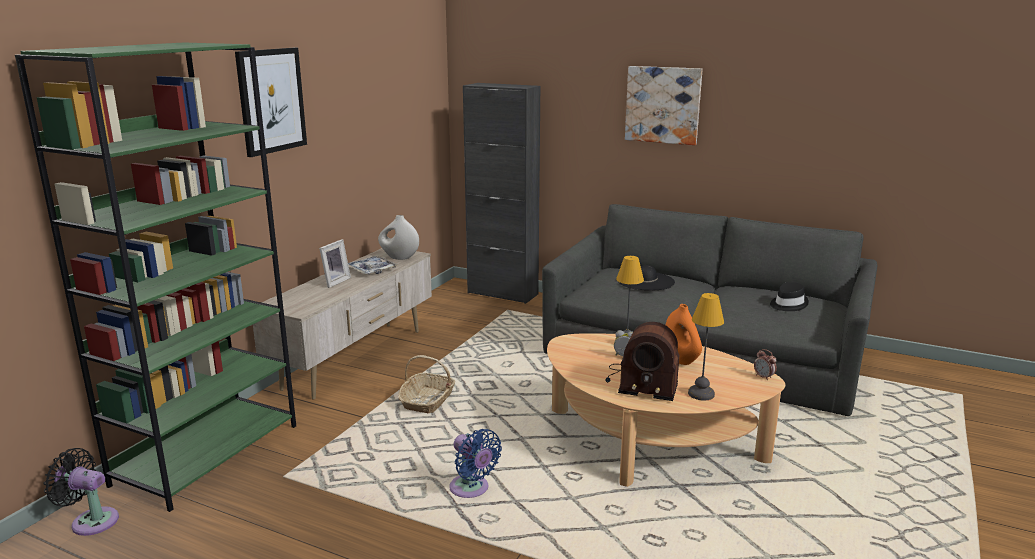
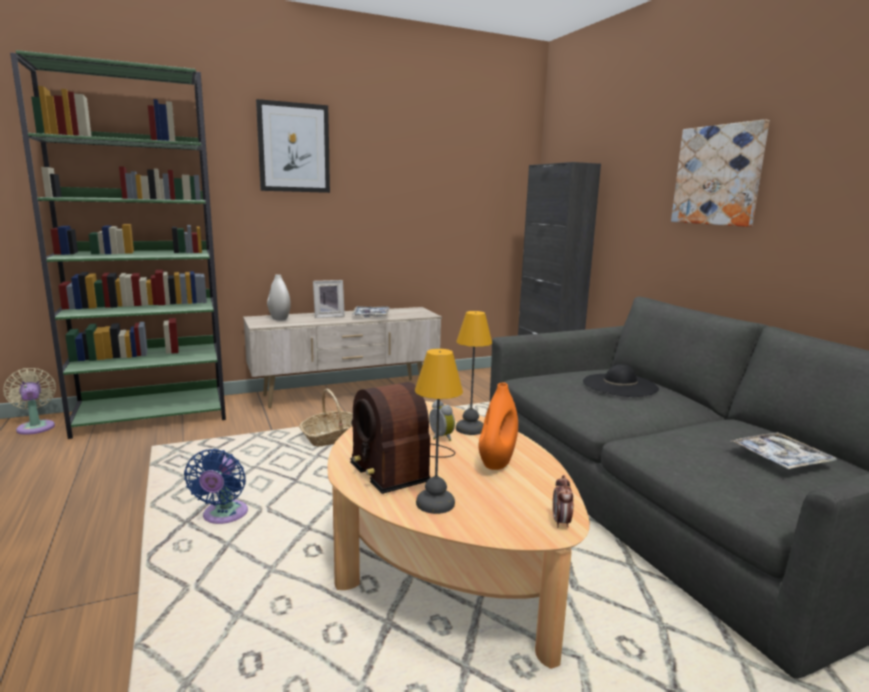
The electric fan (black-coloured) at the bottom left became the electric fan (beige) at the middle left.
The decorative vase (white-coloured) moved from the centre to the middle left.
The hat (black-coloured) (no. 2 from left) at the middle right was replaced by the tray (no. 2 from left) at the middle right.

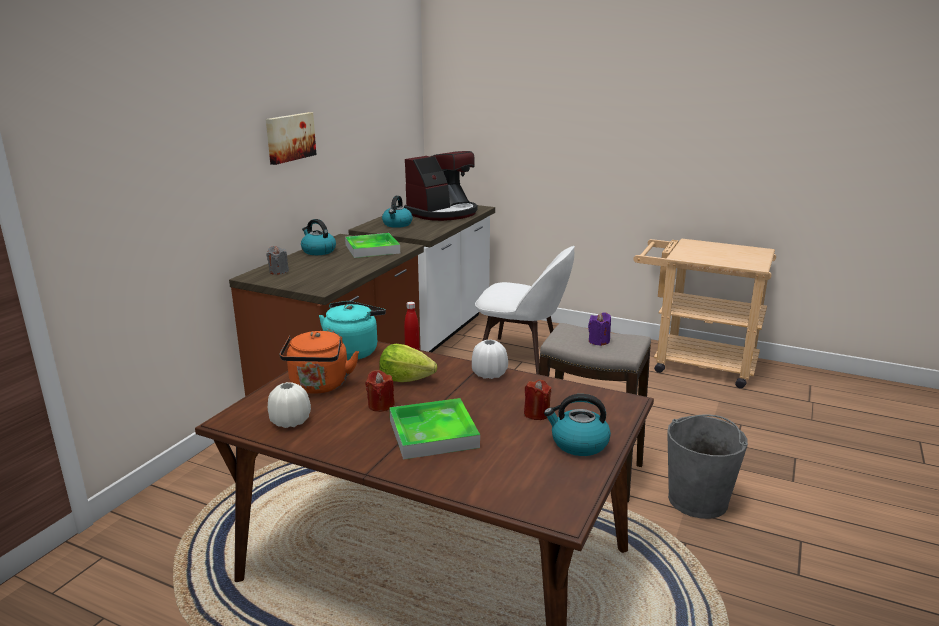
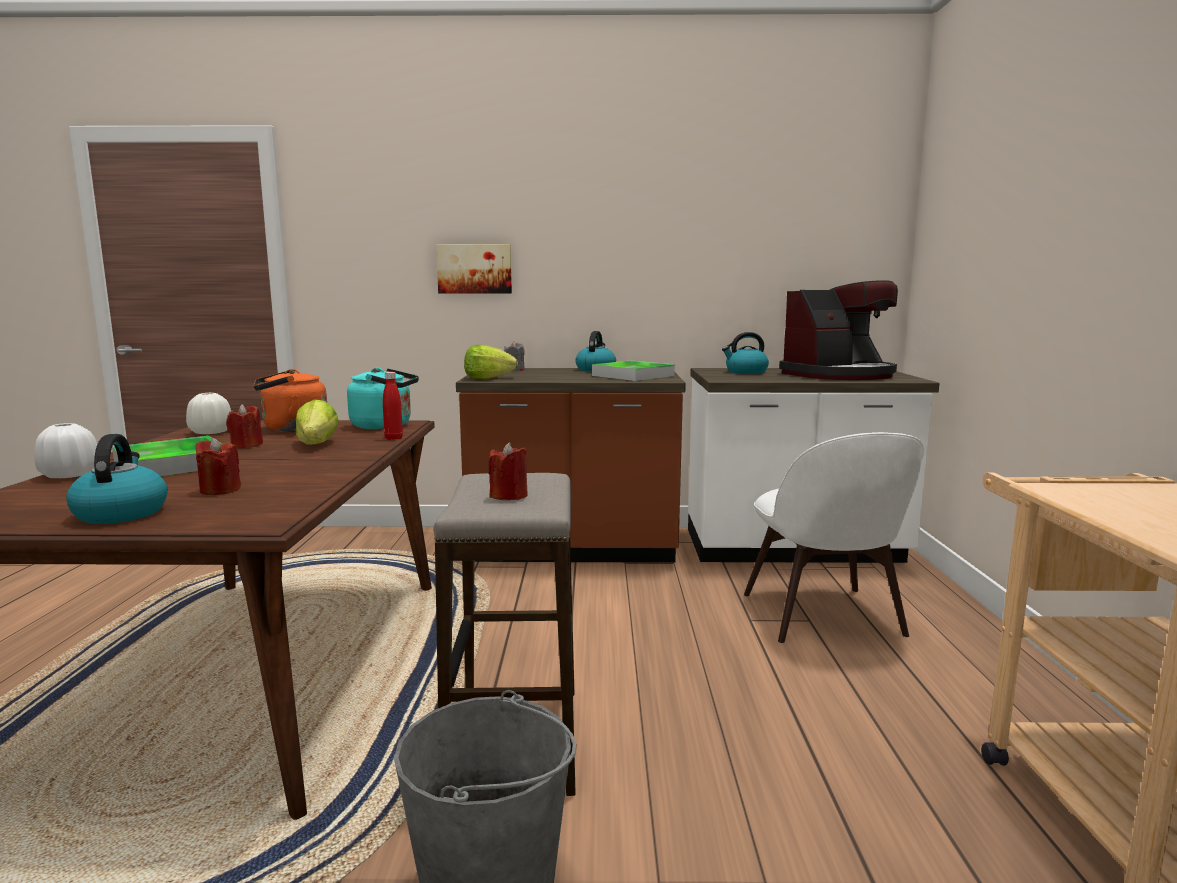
The wall picture moved from the top left to the top centre.
The coffee maker at the top centre turned 45 degrees counterclockwise.
The decorative vase (white-coloured) (no. 2 from left in the first image) moved from the centre to the middle left.
The candle (purplish) at the centre became the candle (red) (no. 3 from left) at the centre.
The head of lettuce (no. 2 from left) at the centre appeared.

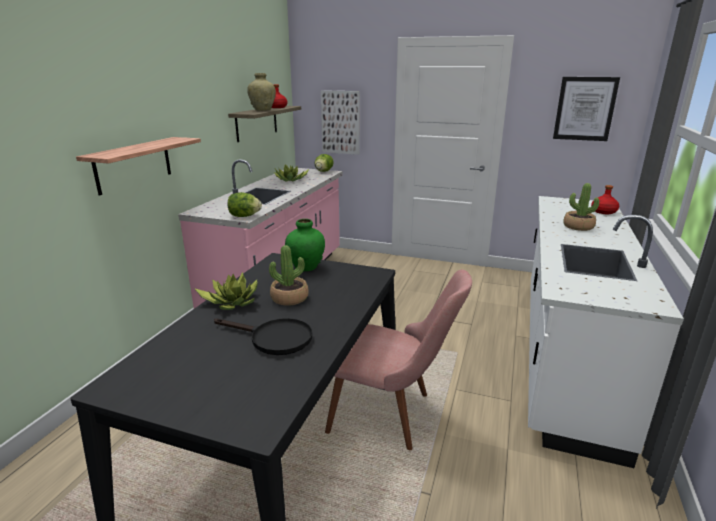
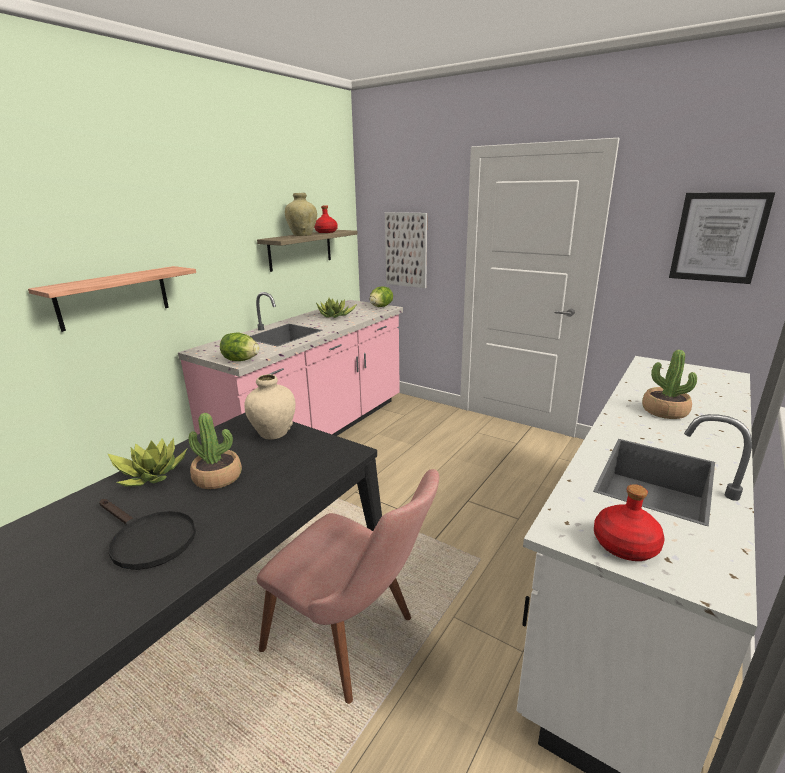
The decorative vase (green) at the centre became the decorative vase (beige) (no. 1 from left) at the centre.
The beverage bottle (red) (no. 2 from left) moved from the middle right to the bottom right.

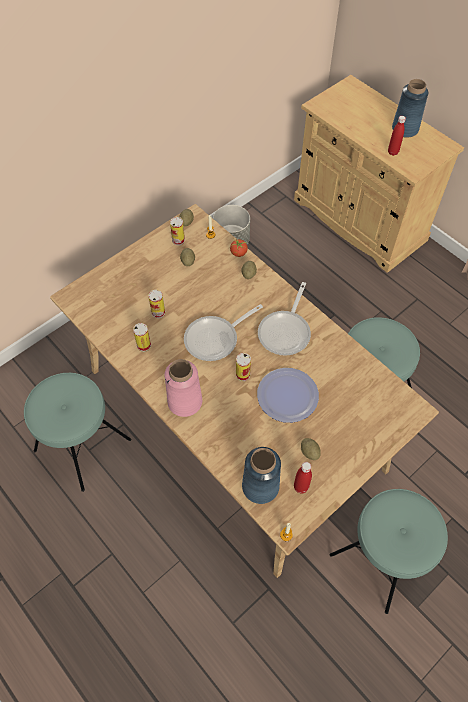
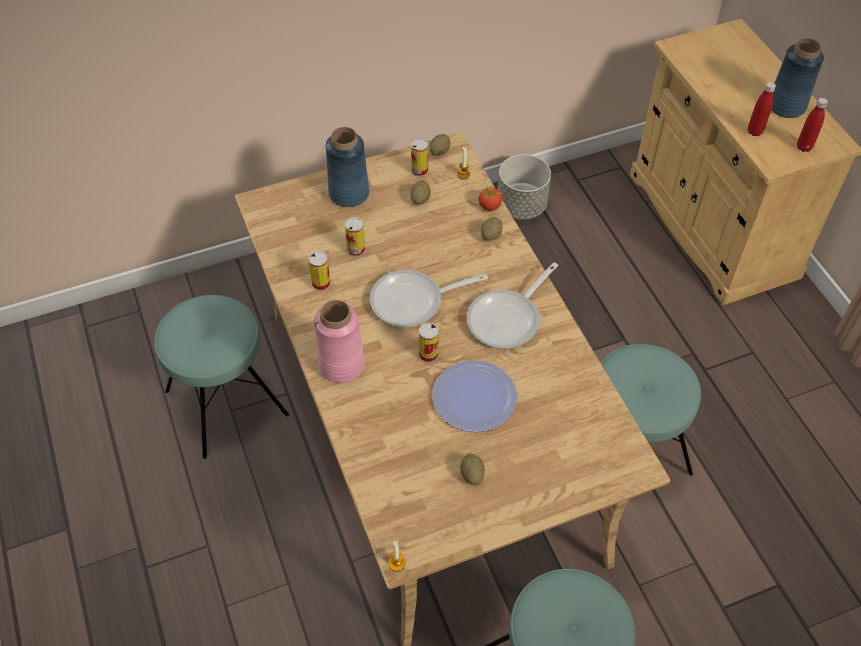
The decorative vase (blue-coloured) (no. 1 from left) moved from the bottom centre to the top centre.
The beverage bottle (red) (no. 1 from left in the first image) moved from the bottom centre to the top right.

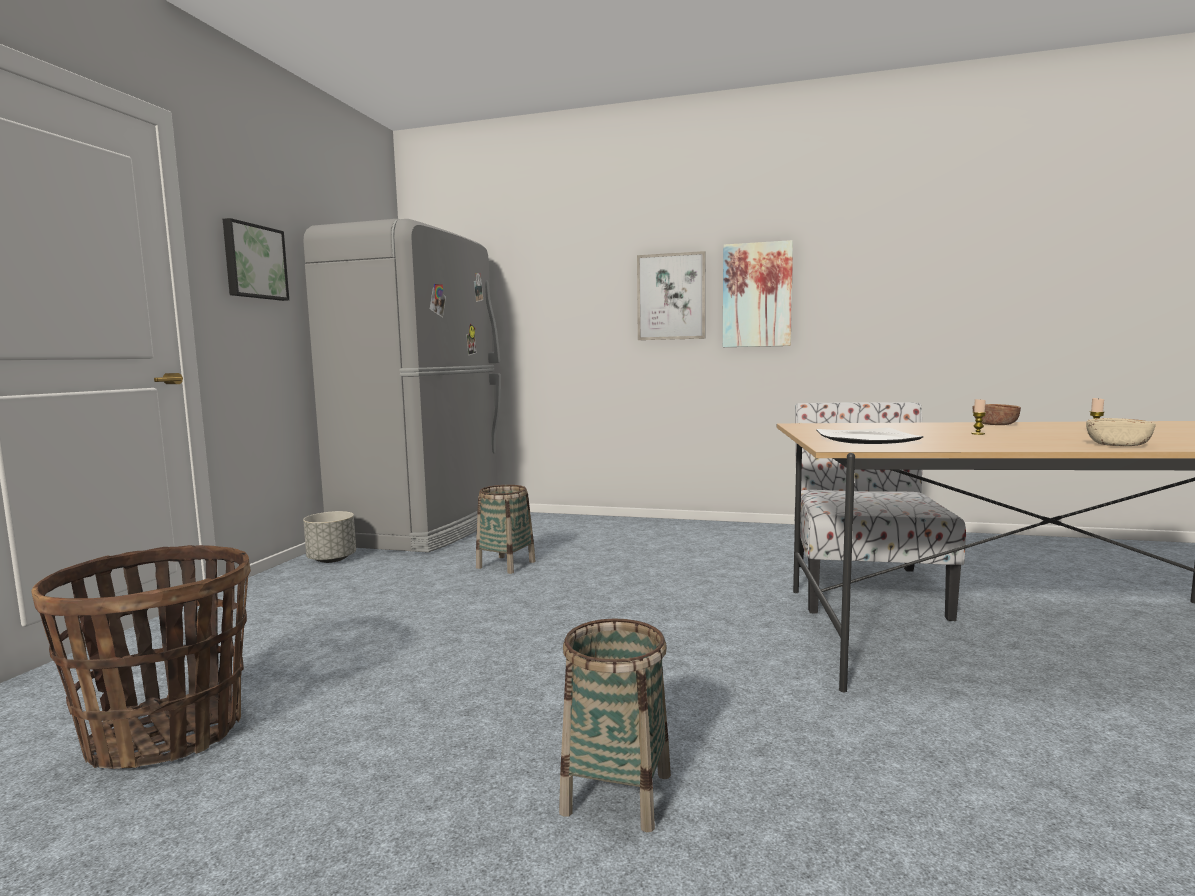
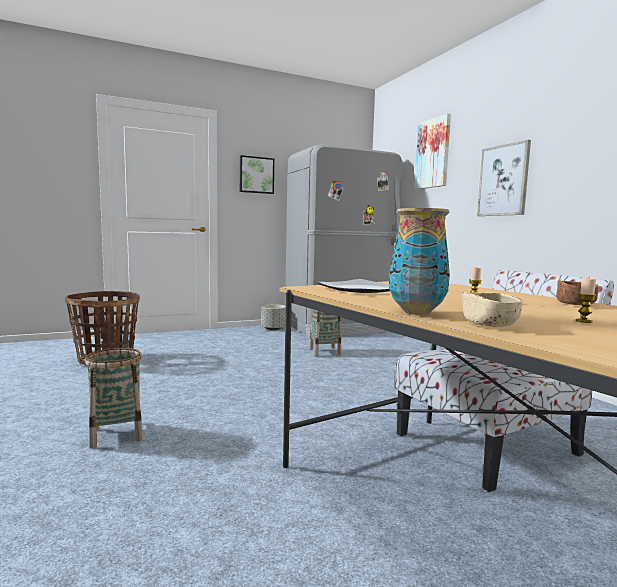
The wall picture (no. 3 from left in the first image) moved from the top centre to the top right.
The decorative vase at the middle right appeared.

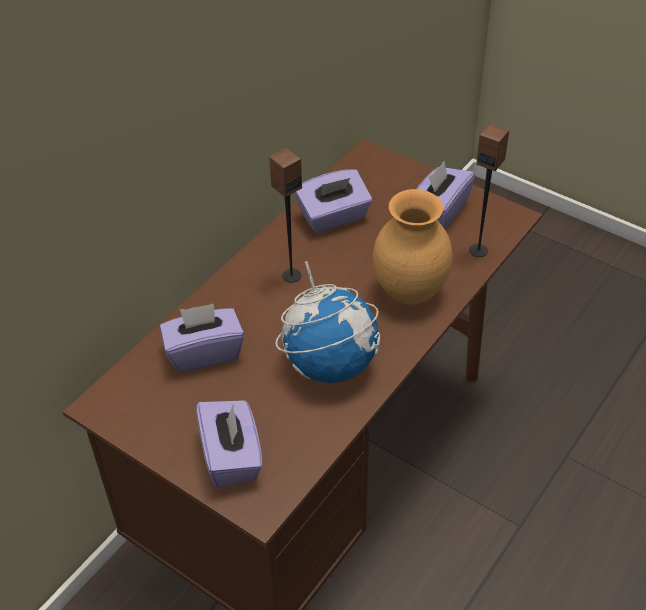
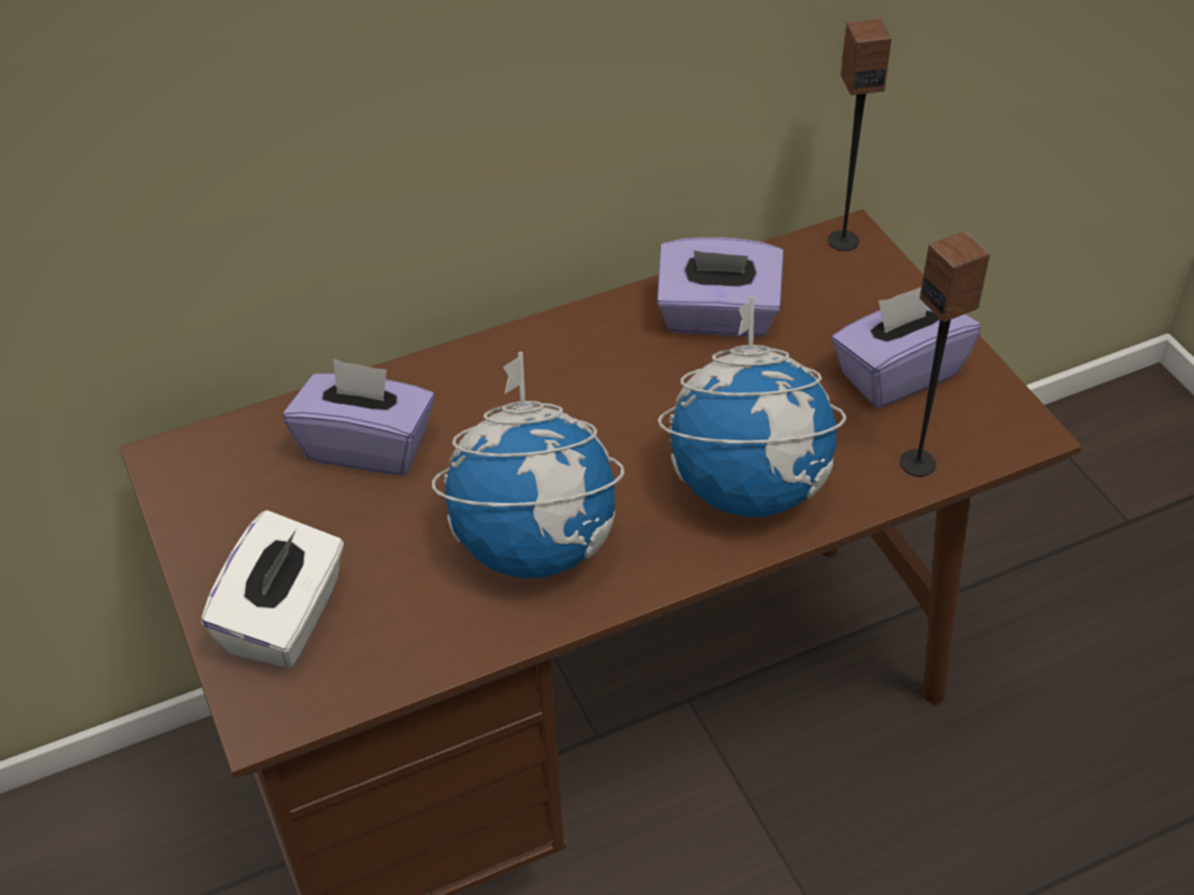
The box of tissues (purplish) (no. 2 from left) at the bottom centre became the box of tissues (white-coloured) at the middle left.
The speaker (no. 1 from left) moved from the centre to the top right.
The decorative vase (brown-coloured) at the centre was replaced by the globe (no. 2 from left) at the centre.

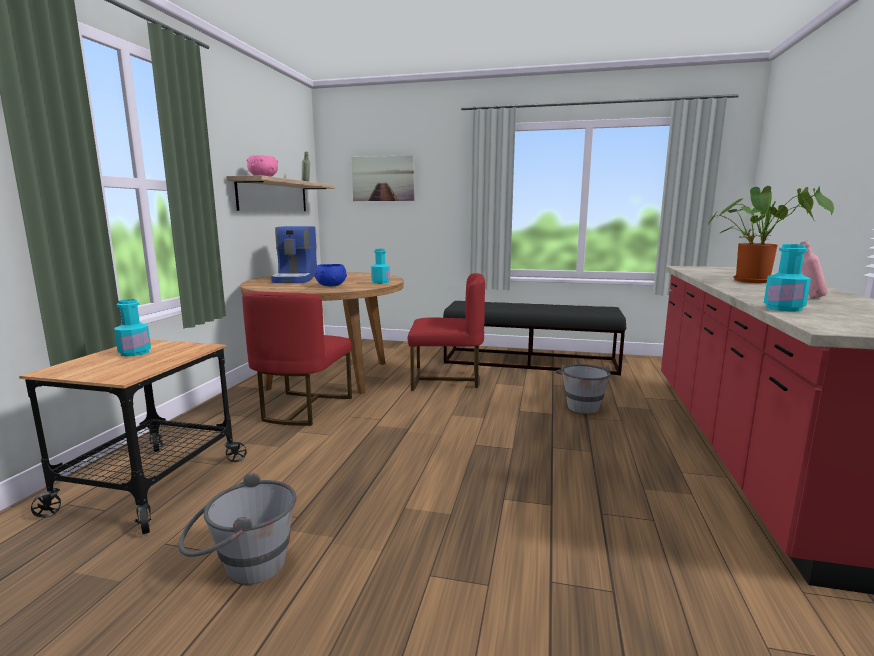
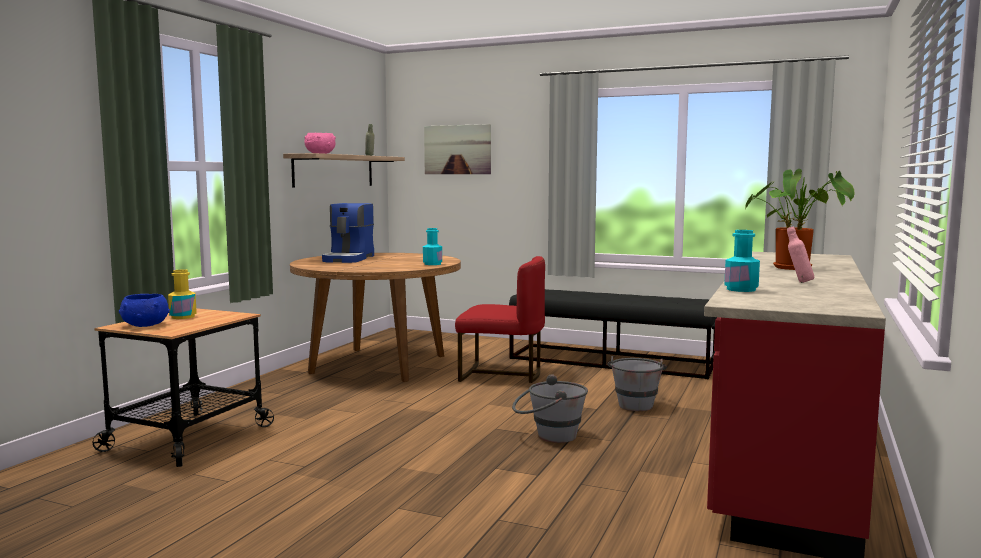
The beverage bottle (turquoise) (no. 1 from left) at the middle left became the beverage bottle (yellowish) at the middle left.
The bucket (greyish) (no. 1 from left) moved from the bottom left to the bottom centre.
The chair (red) (no. 1 from left) at the centre disappeared.
The deep dish (blue-coloured) moved from the centre to the middle left.

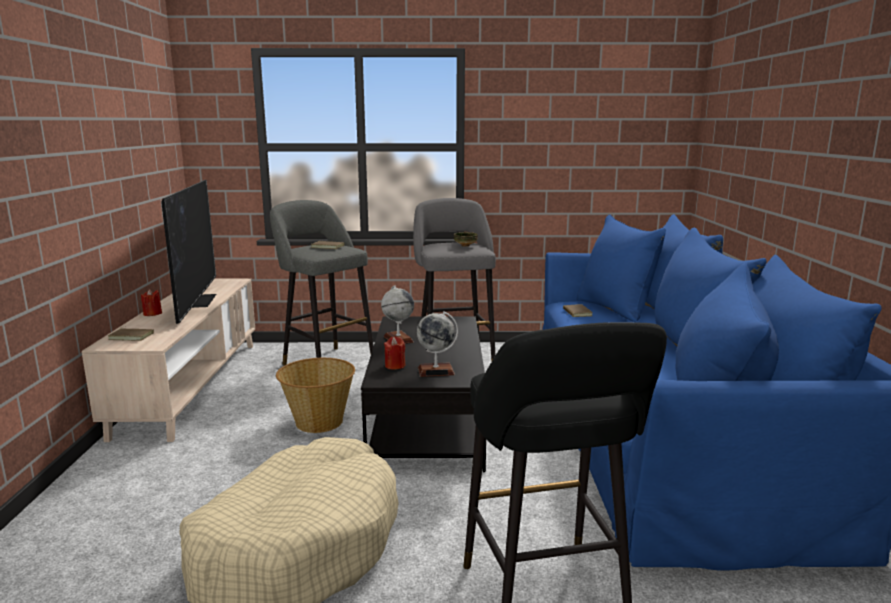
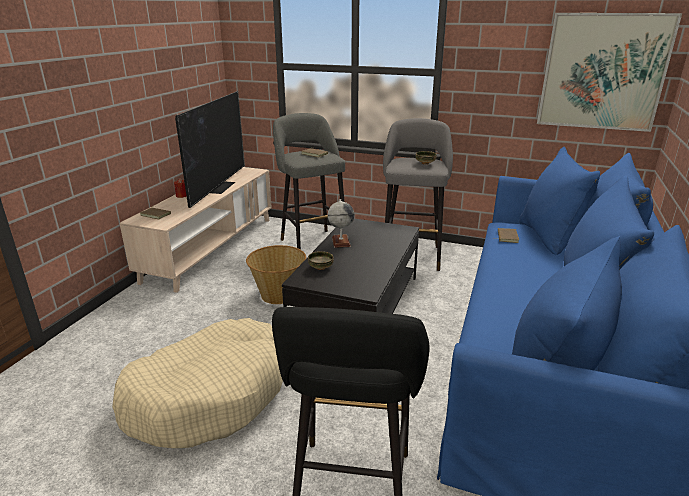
The candle (red) (no. 2 from left) at the centre was replaced by the deep dish (no. 1 from left) at the centre.
The globe (no. 2 from left) at the centre disappeared.
The wall picture at the top right appeared.

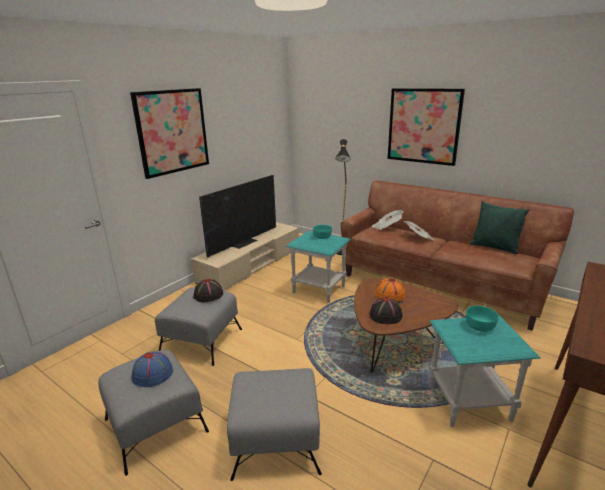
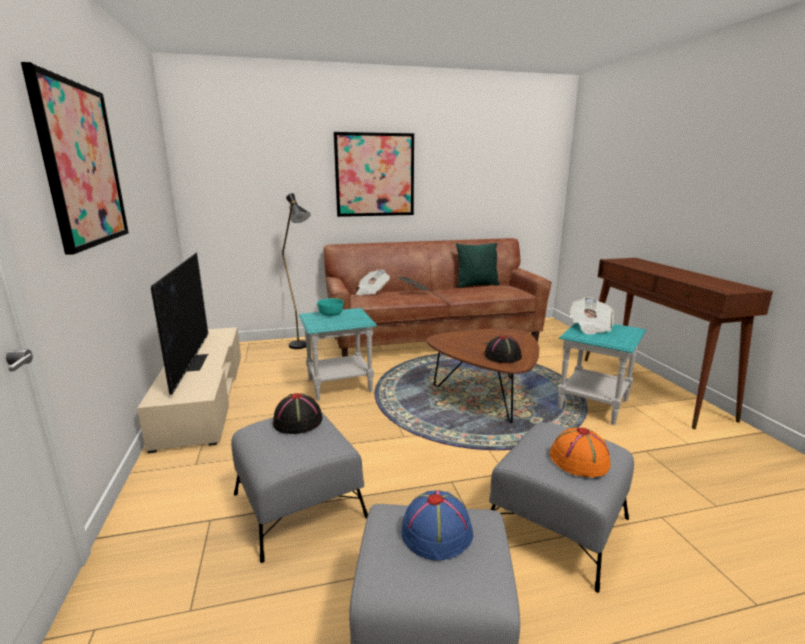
The hat (orange) moved from the centre to the bottom right.
The deep dish (turquoise) (no. 2 from left) at the middle right was replaced by the printed paper (no. 3 from left) at the middle right.

